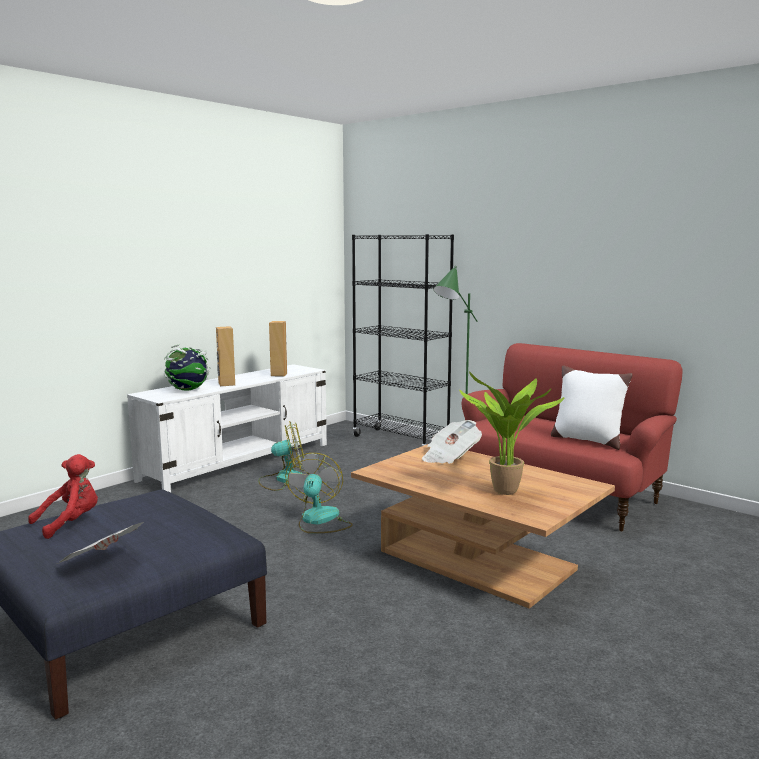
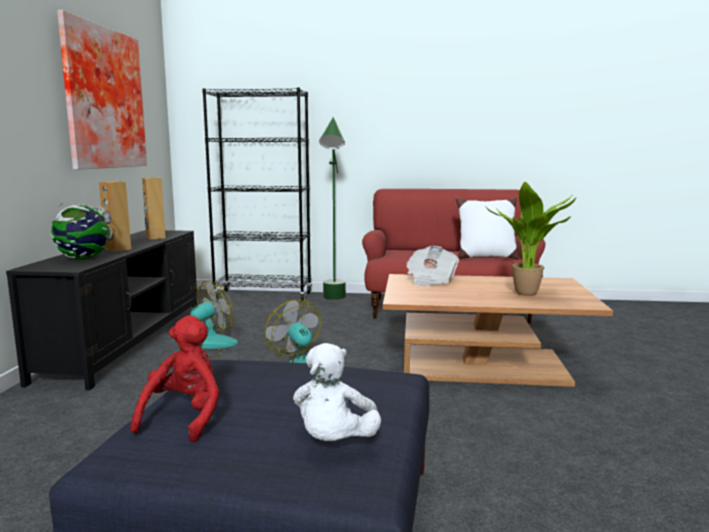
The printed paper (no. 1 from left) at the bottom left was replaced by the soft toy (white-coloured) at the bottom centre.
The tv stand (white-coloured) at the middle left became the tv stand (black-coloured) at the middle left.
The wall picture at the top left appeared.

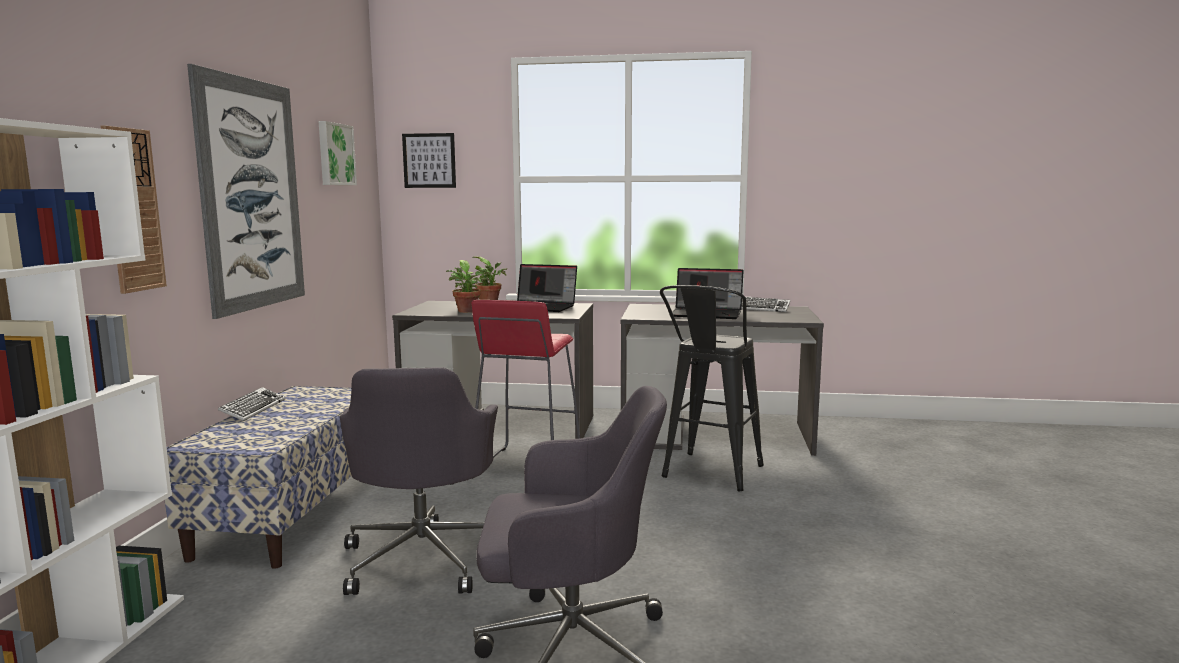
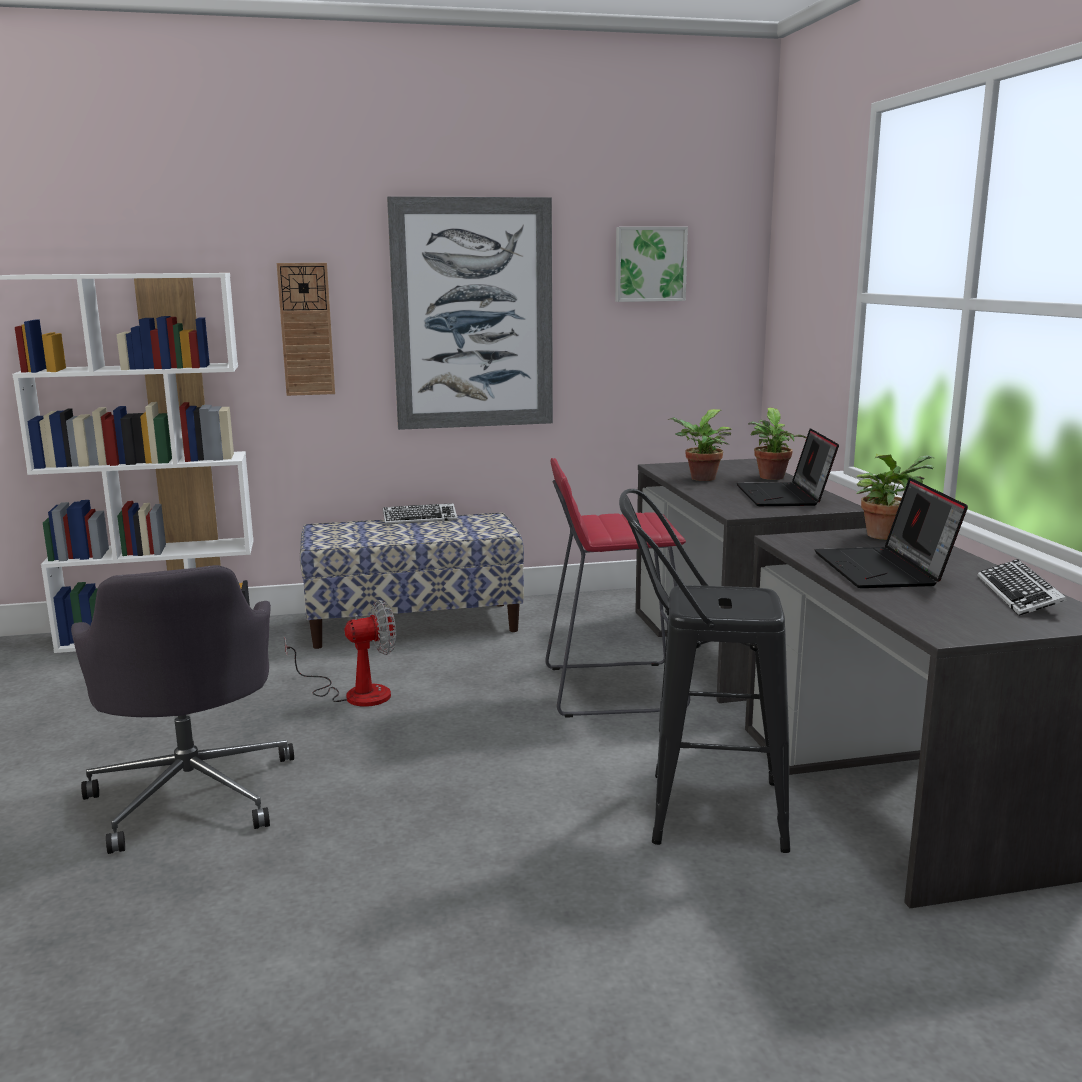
The office chair (greyish) (no. 1 from left) at the bottom centre was replaced by the electric fan at the middle left.
The wall picture (no. 3 from left) at the top centre disappeared.
The potted plant (no. 3 from left) at the middle right appeared.

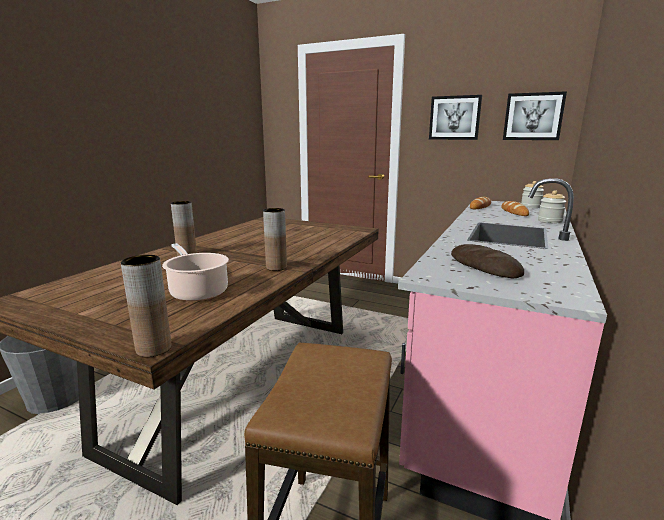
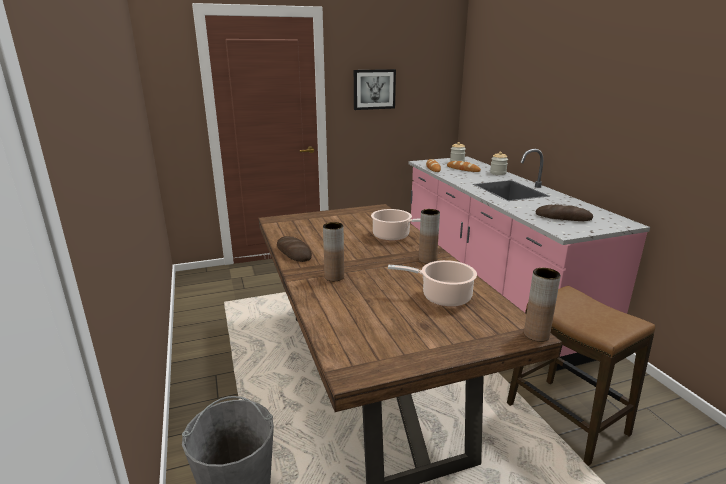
The wall picture (no. 2 from left) at the top right disappeared.
The baked bread (no. 1 from left) at the centre appeared.
The cooking pot (no. 1 from left) at the centre appeared.

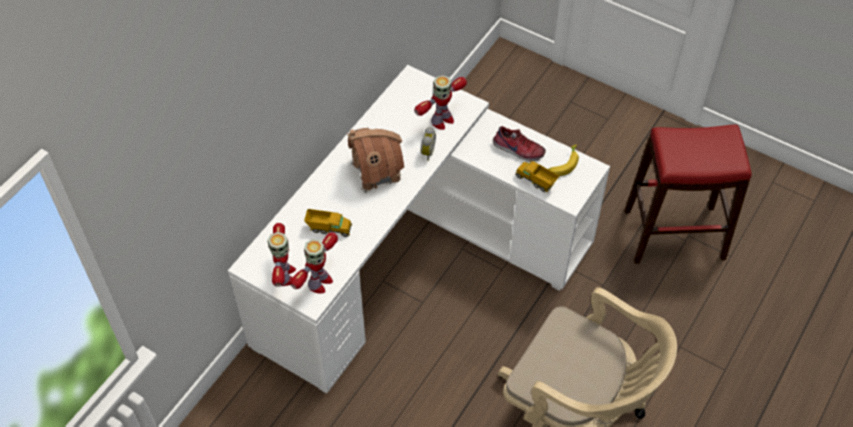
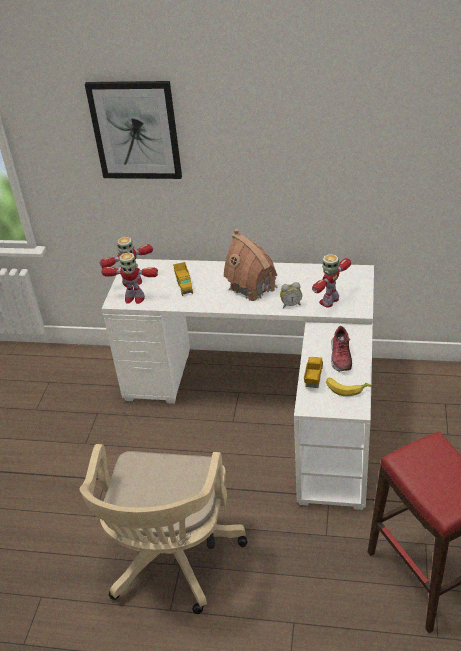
The model robot (no. 3 from left) at the top centre turned 105 degrees clockwise.
The wall picture at the top left appeared.

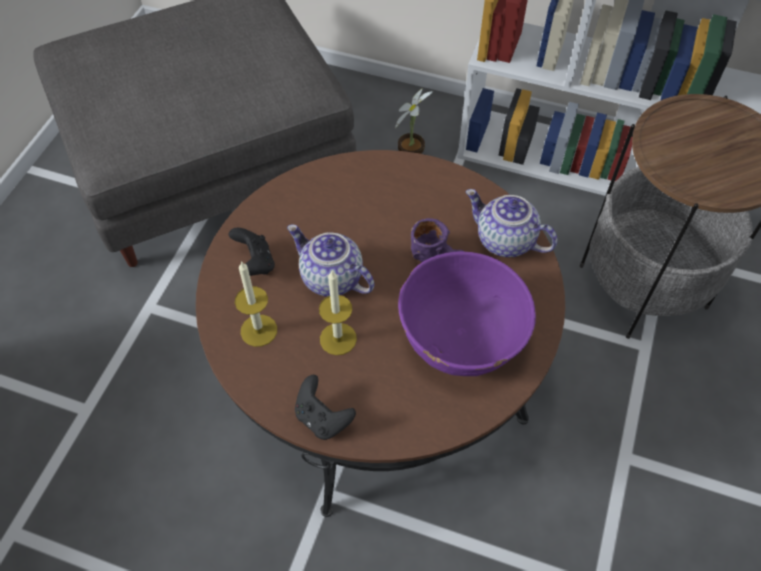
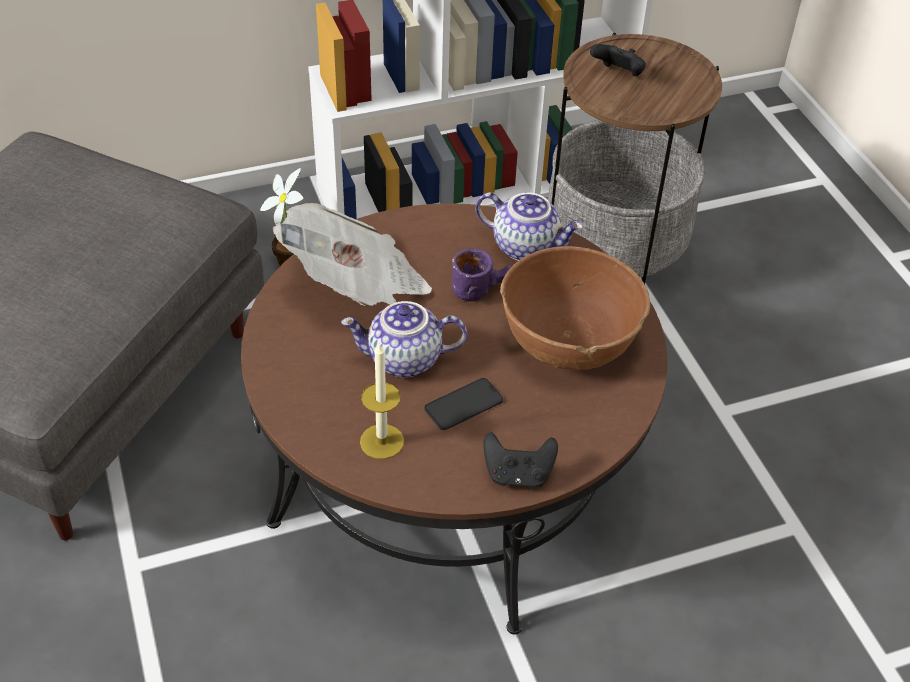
The joypad (black-coloured) (no. 1 from left in the first image) moved from the middle left to the top right.
The candle (no. 2 from left) at the centre was replaced by the phone at the centre.
The deep dish (purplish) at the centre became the deep dish (brown-coloured) at the centre.
The tea pot (no. 2 from left) at the middle right turned 150 degrees counterclockwise.
The printed paper at the centre appeared.

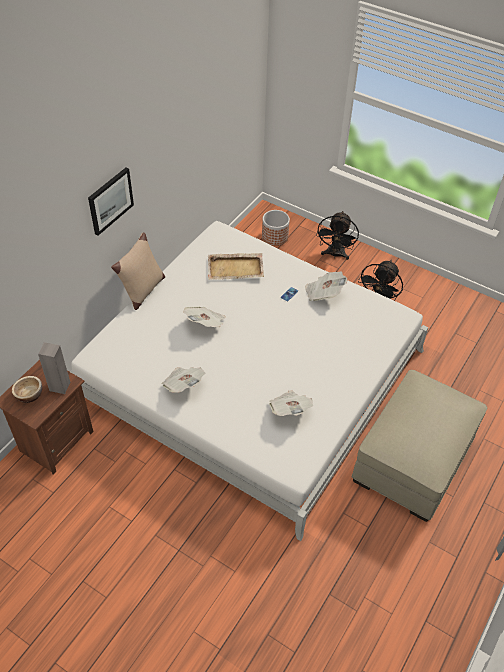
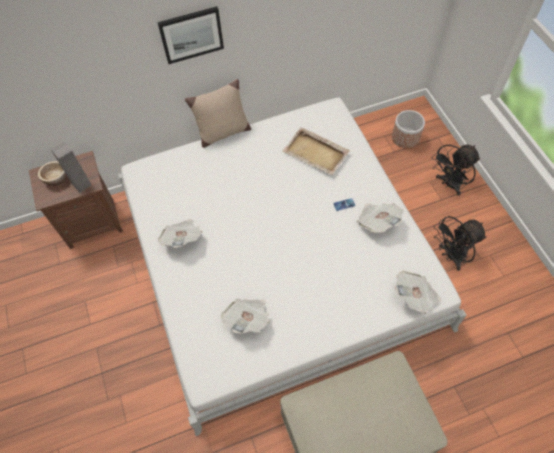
The printed paper (no. 2 from left in the first image) moved from the centre to the middle right.

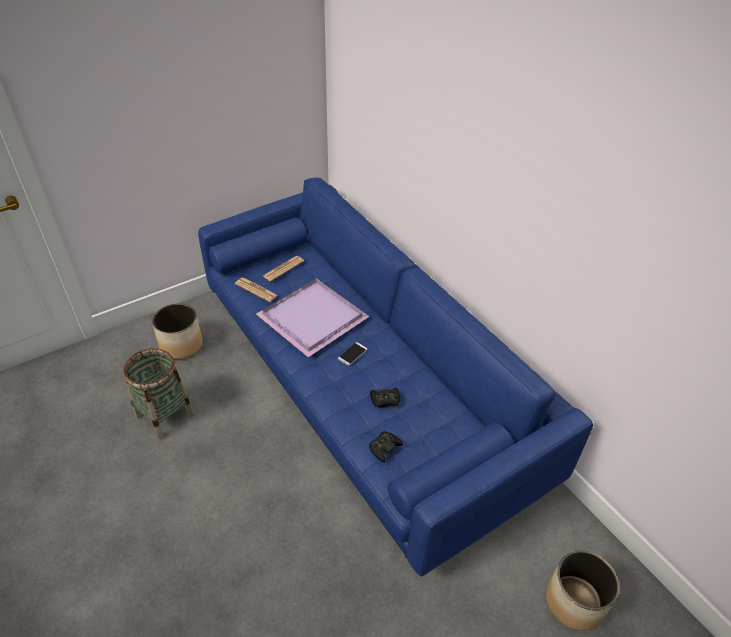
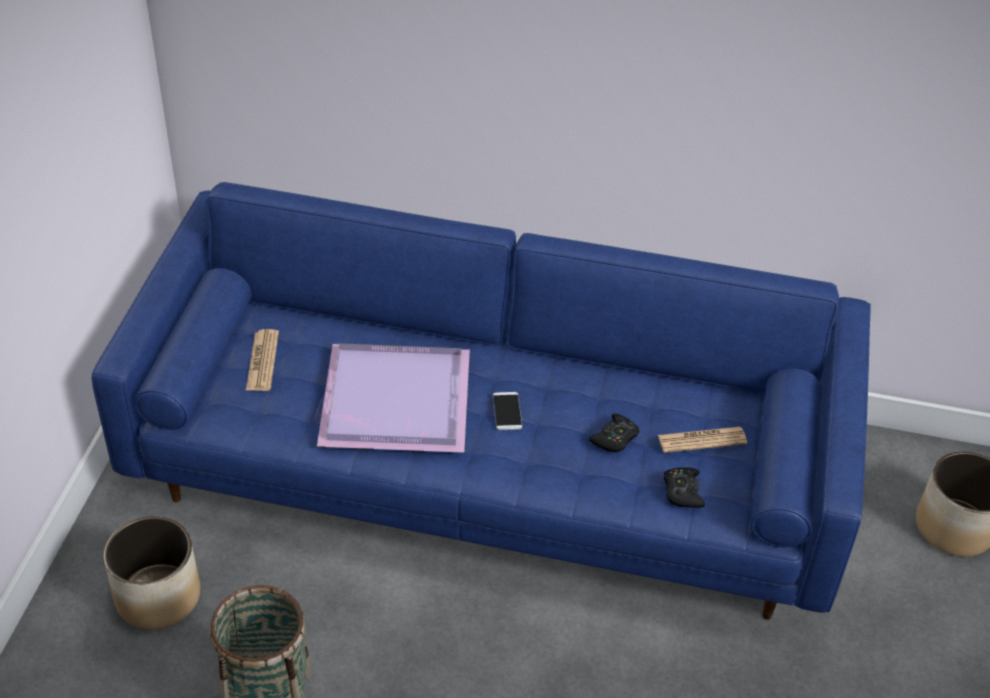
The printed paper (no. 1 from left in the first image) moved from the centre to the middle right.

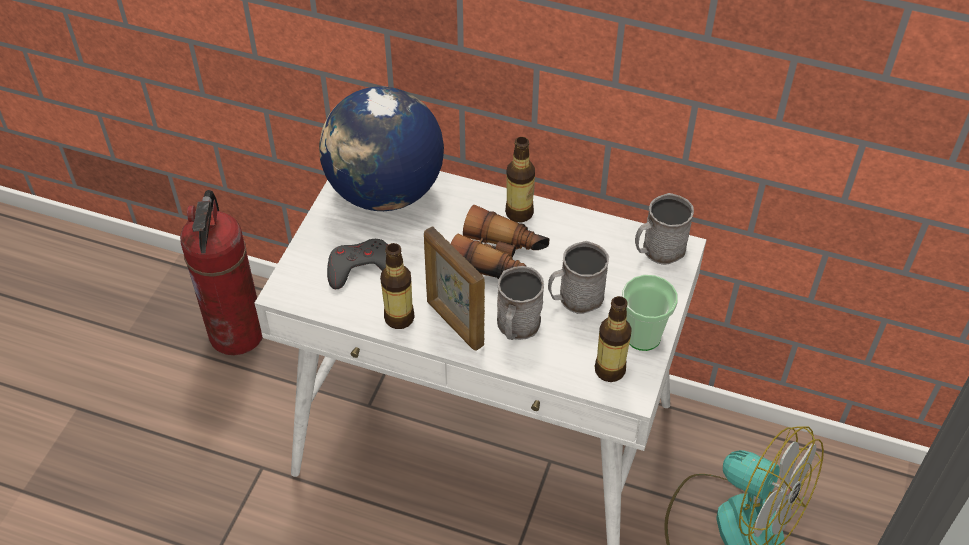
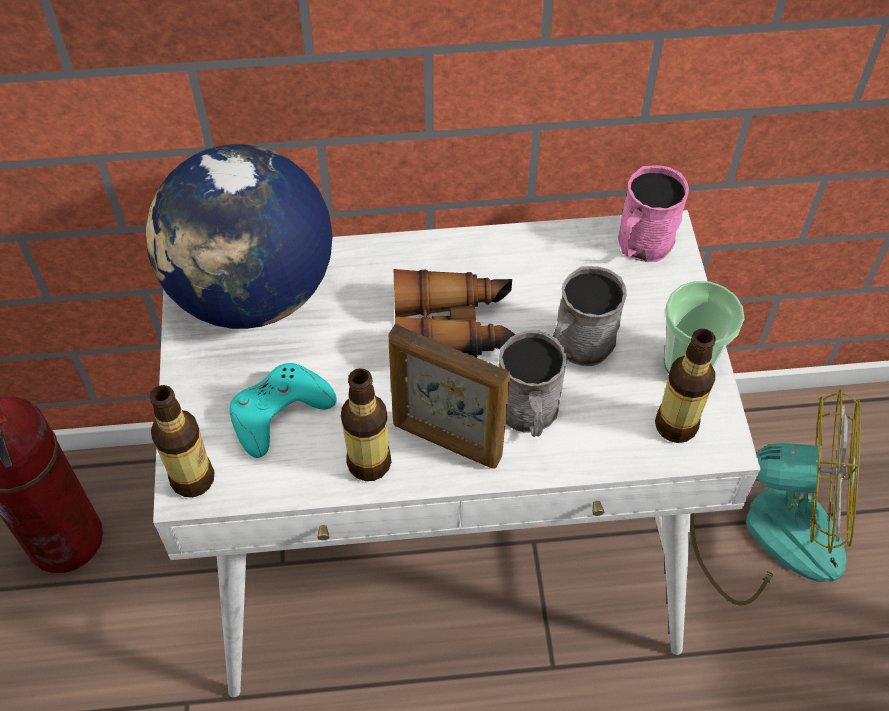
The joypad (greyish) at the centre became the joypad (turquoise) at the middle left.
The beverage bottle (no. 2 from left in the first image) moved from the top centre to the middle left.
The tea mug (greyish) (no. 3 from left) at the middle right became the tea mug (pinkish) at the top right.

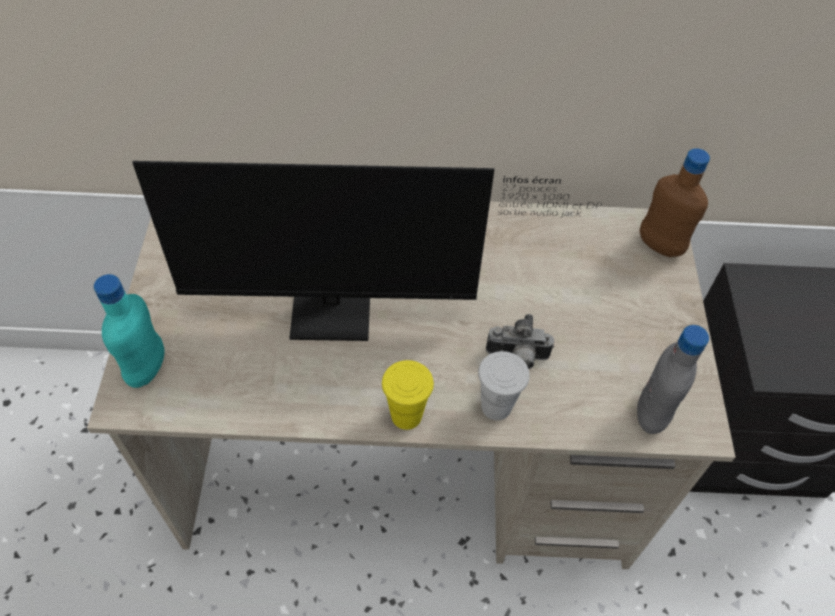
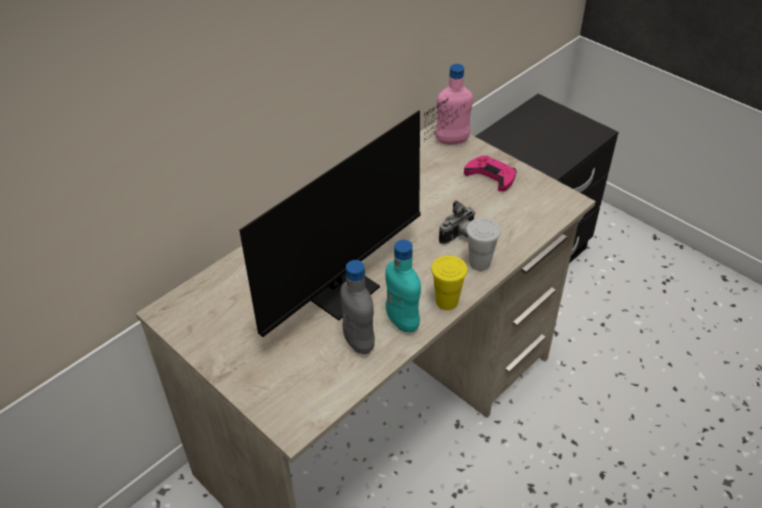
The beverage bottle (turquoise) moved from the middle left to the centre.
The beverage bottle (greyish) moved from the middle right to the centre.
The beverage bottle (brown-coloured) at the top right became the beverage bottle (pinkish) at the top centre.
The joypad (pinkish) at the centre appeared.

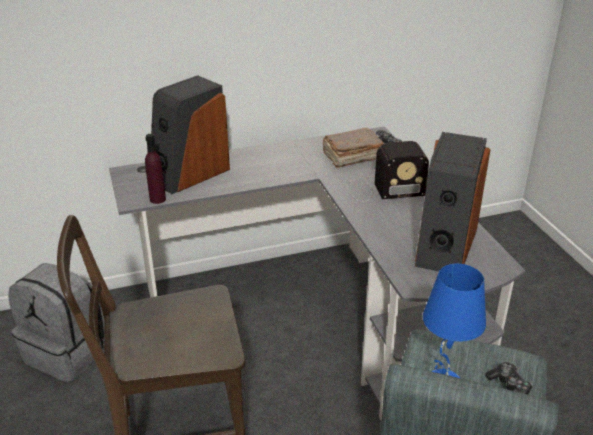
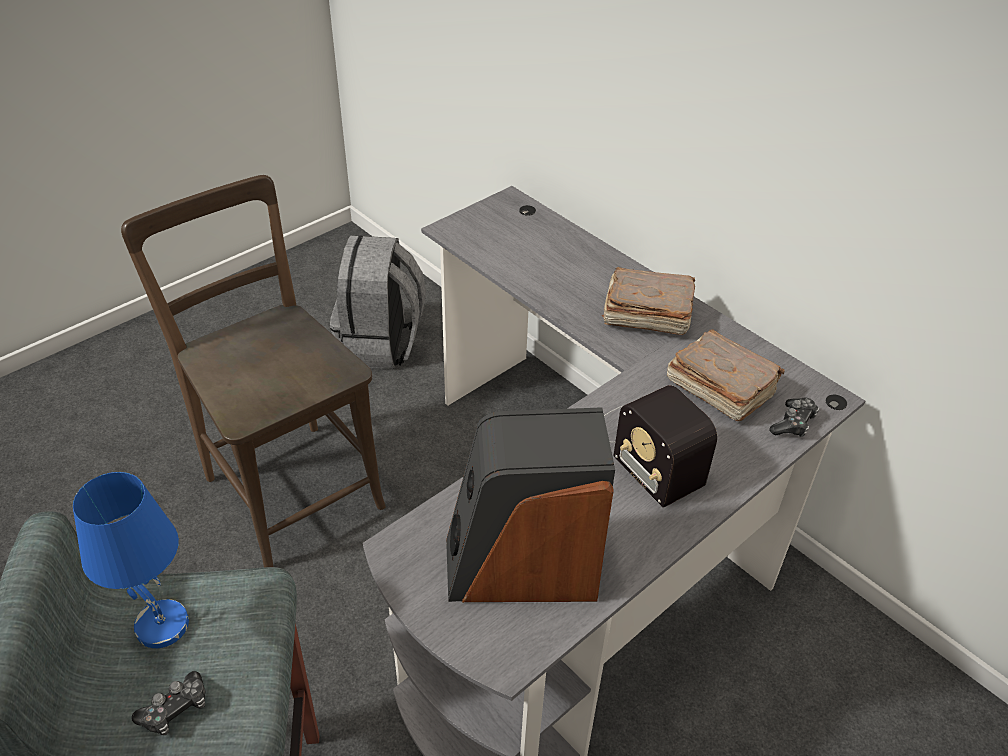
The beverage bottle (purplish) at the middle left disappeared.
The speaker (no. 1 from left) at the top left disappeared.
The volume (brown-coloured) (no. 1 from left) at the centre appeared.

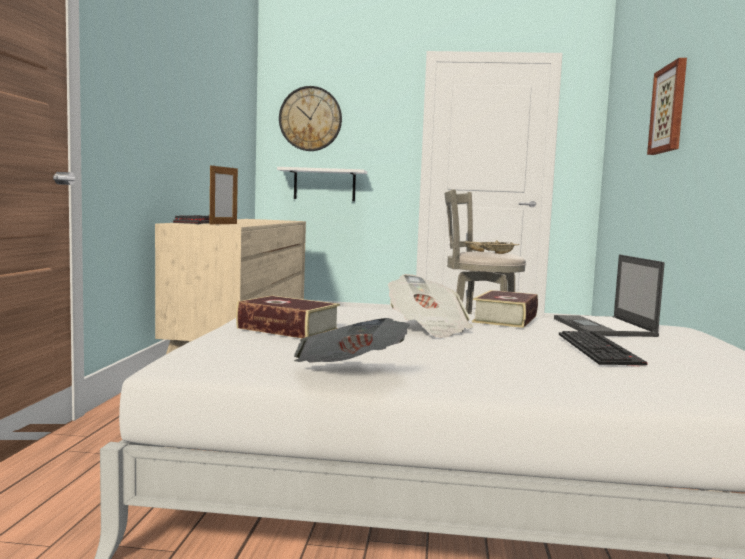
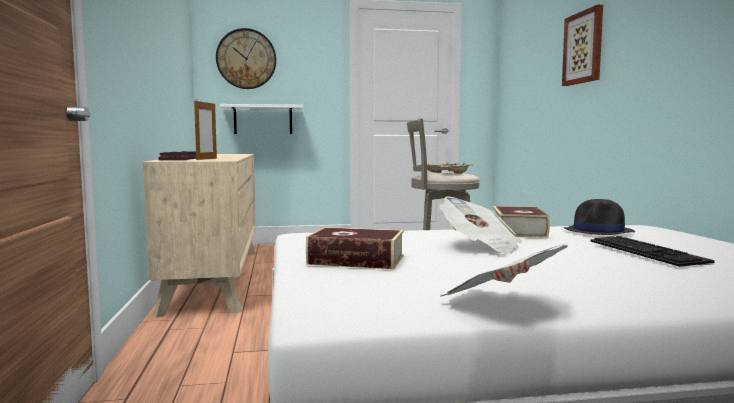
The laptop at the middle right was replaced by the hat (black-coloured) at the middle right.

